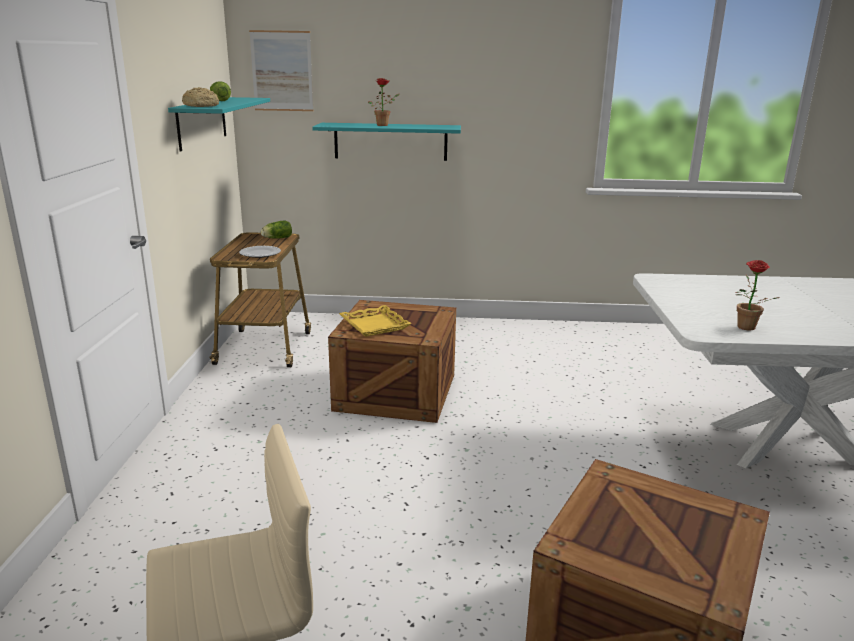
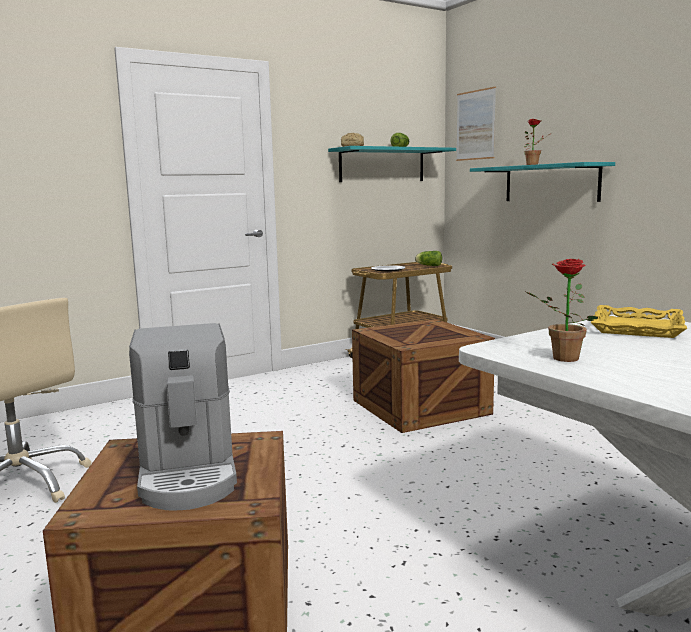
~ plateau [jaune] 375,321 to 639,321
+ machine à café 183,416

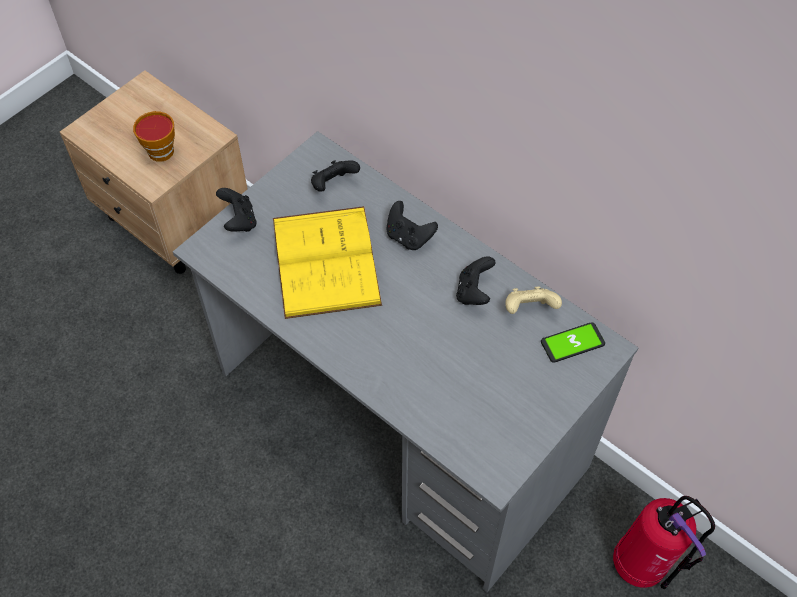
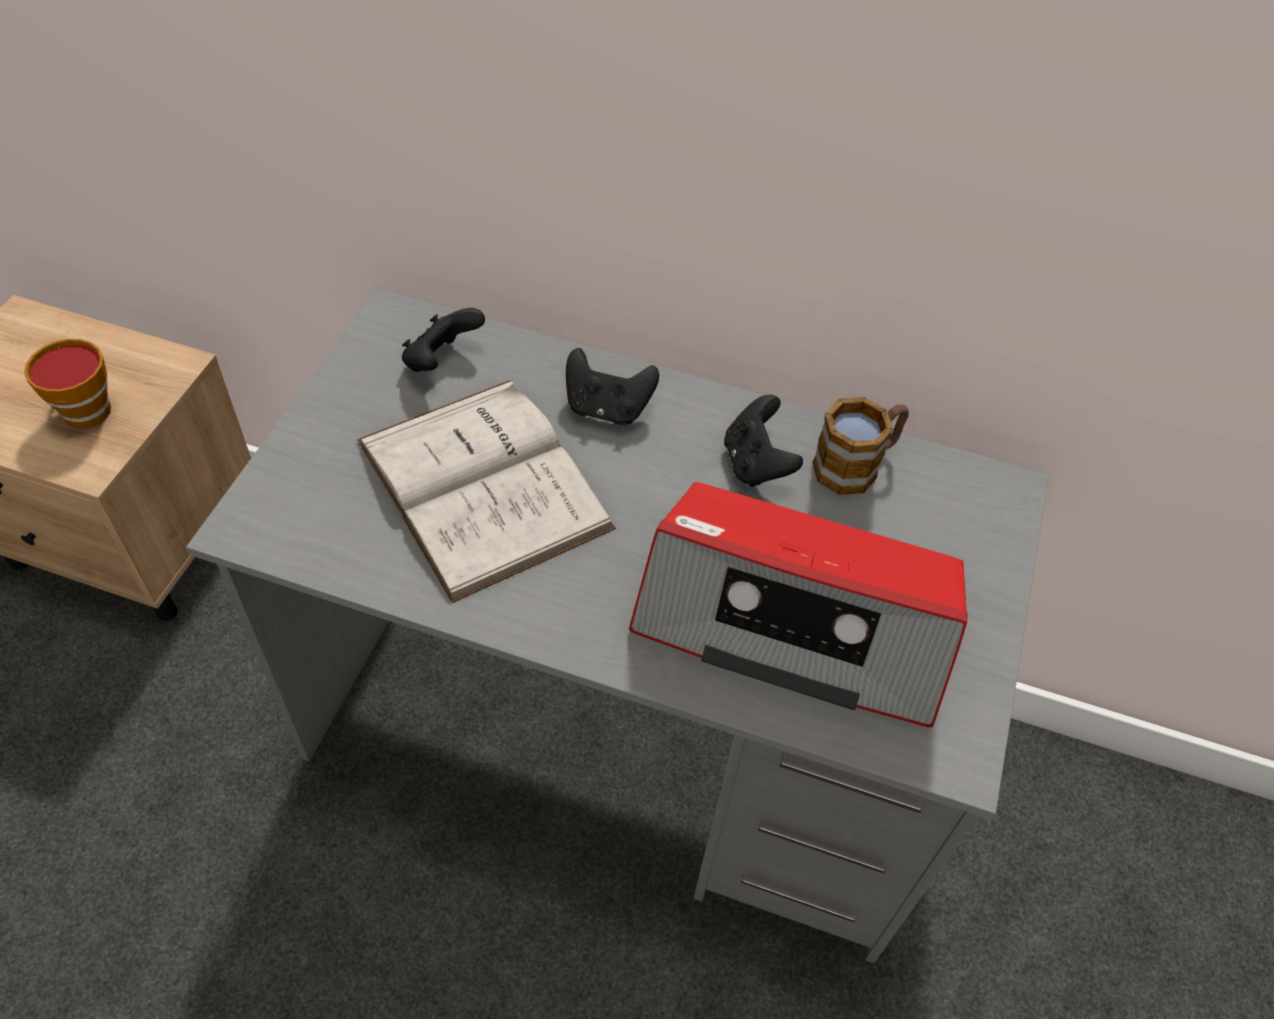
- manette [noir] 236,210
~ livre [jaune] 327,262 to livre [blanc] 486,491
~ manette [beige] 534,300 to mug 860,446
- téléphone 573,342
- extincteur 664,542
+ radio 798,604

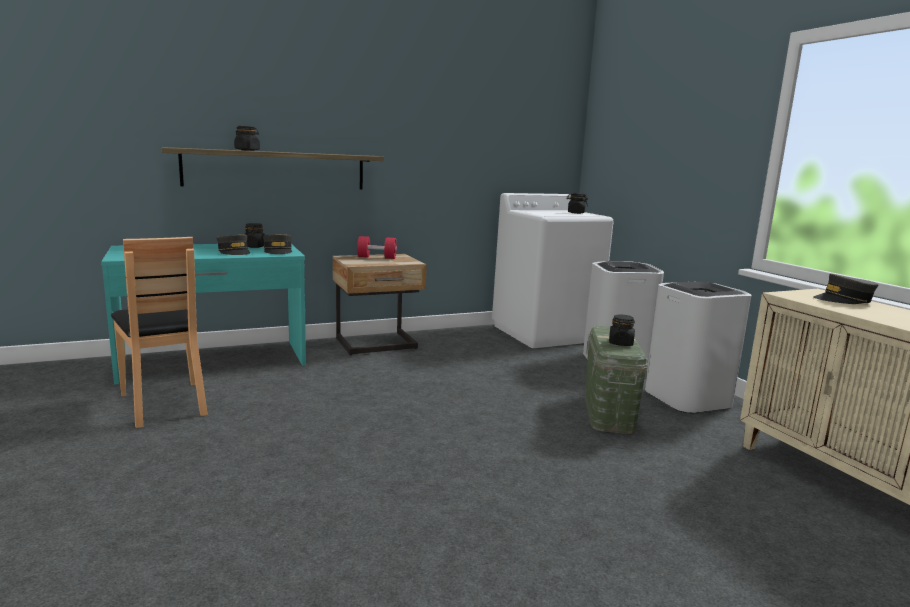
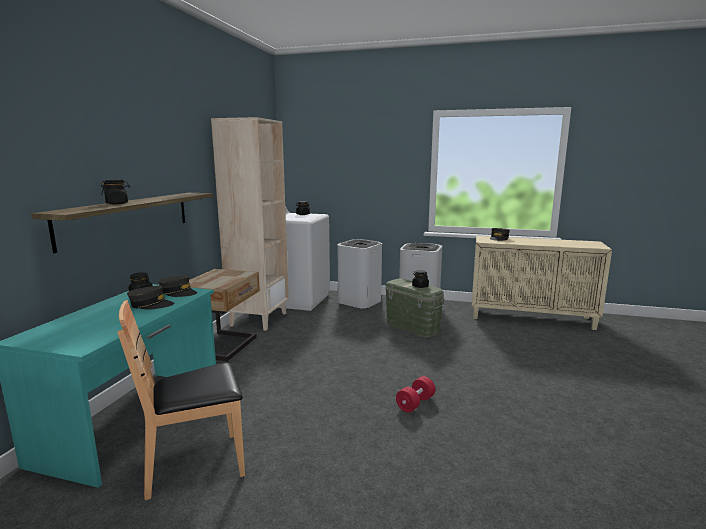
~ chaise [marron] 159,332 = 181,400 150 degrees clockwise
~ haltère [rouge] 377,247 to 415,394
+ bibliothèque [beige] 250,223

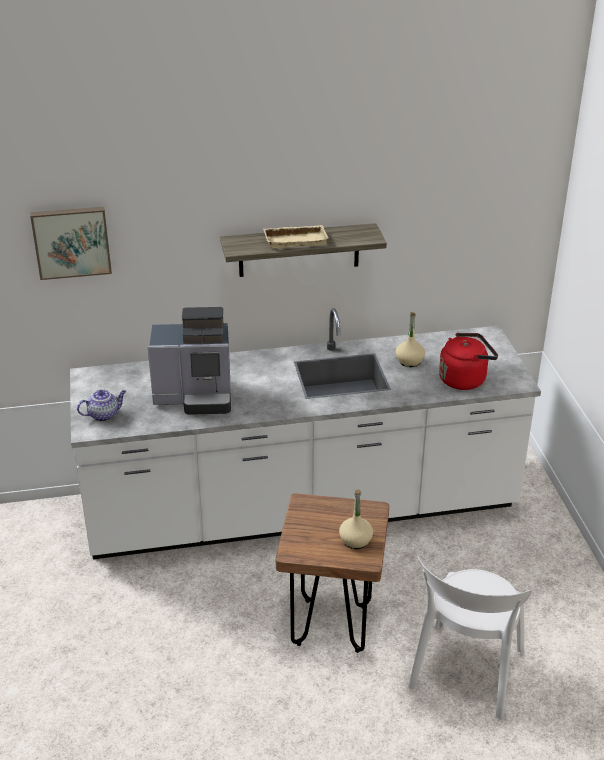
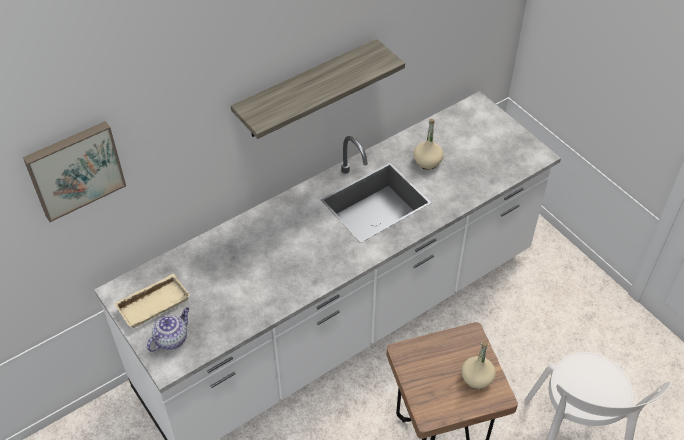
- machine à café 189,361
~ plateau [beige] 296,237 to 152,300
- bouilloire [rouge] 468,361

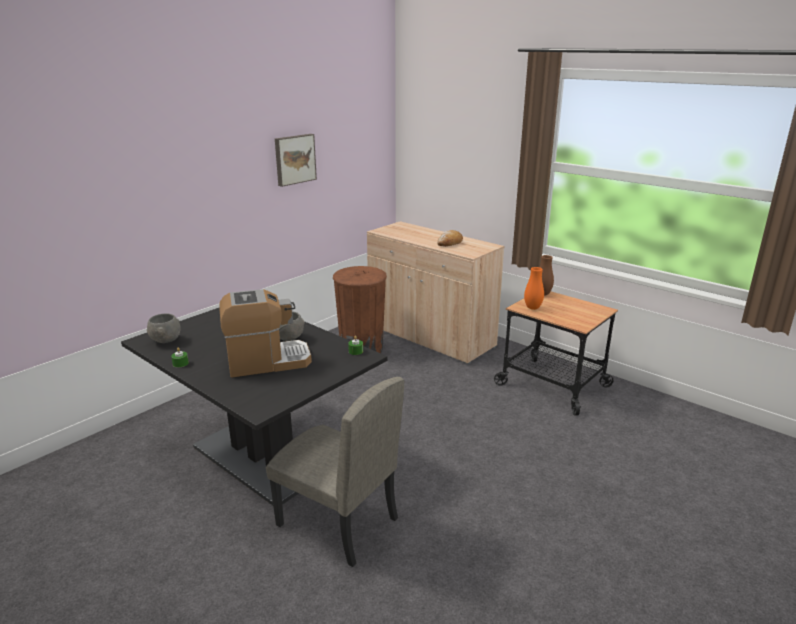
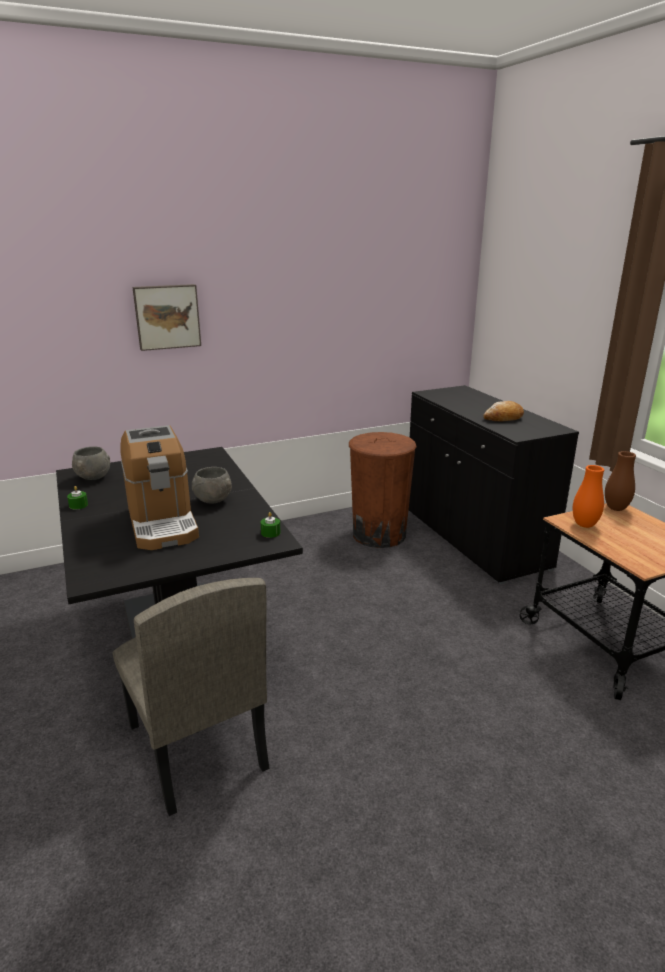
~ machine à café 265,333 = 159,487 60 degrees clockwise
~ tableau 296,160 to 166,317
~ meuble de rangement [beige] 435,292 to meuble de rangement [noir] 494,484

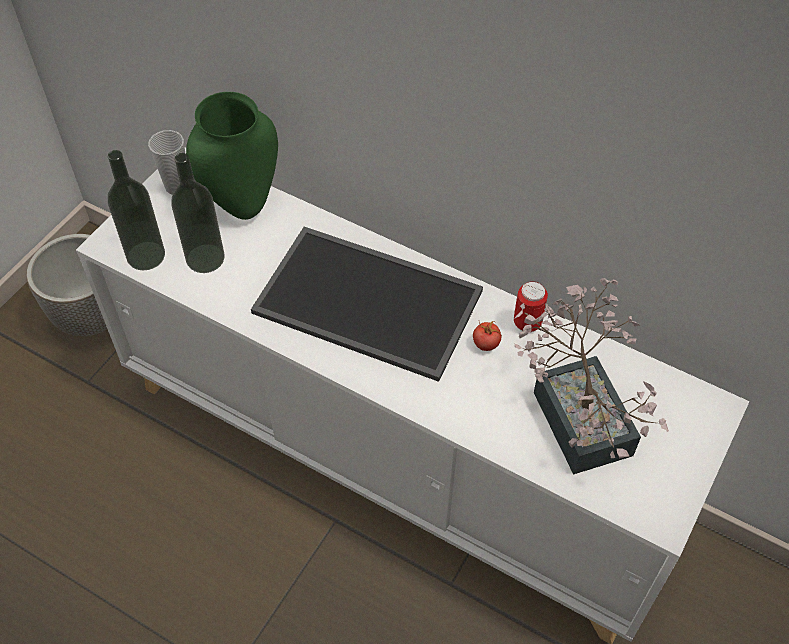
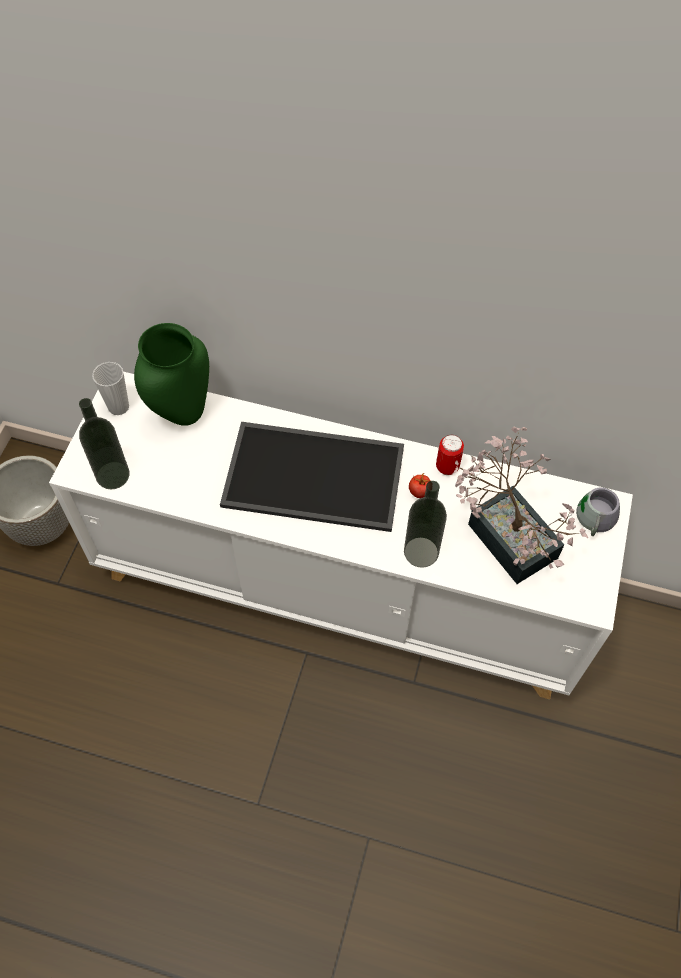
~ bouteille 198,213 to 425,524
+ mug [gris] 591,512

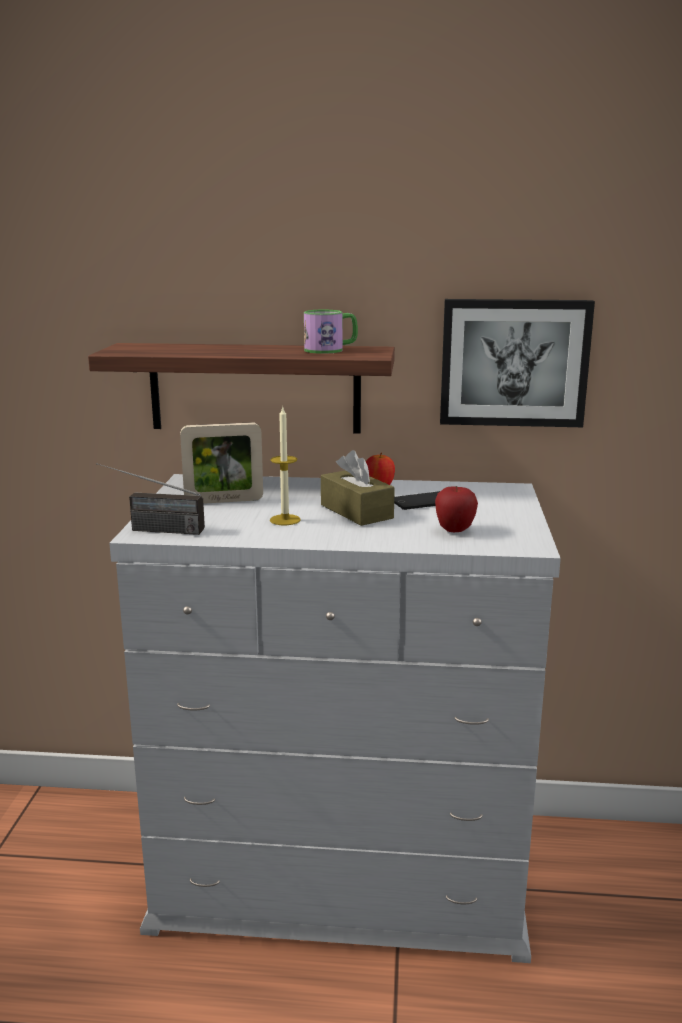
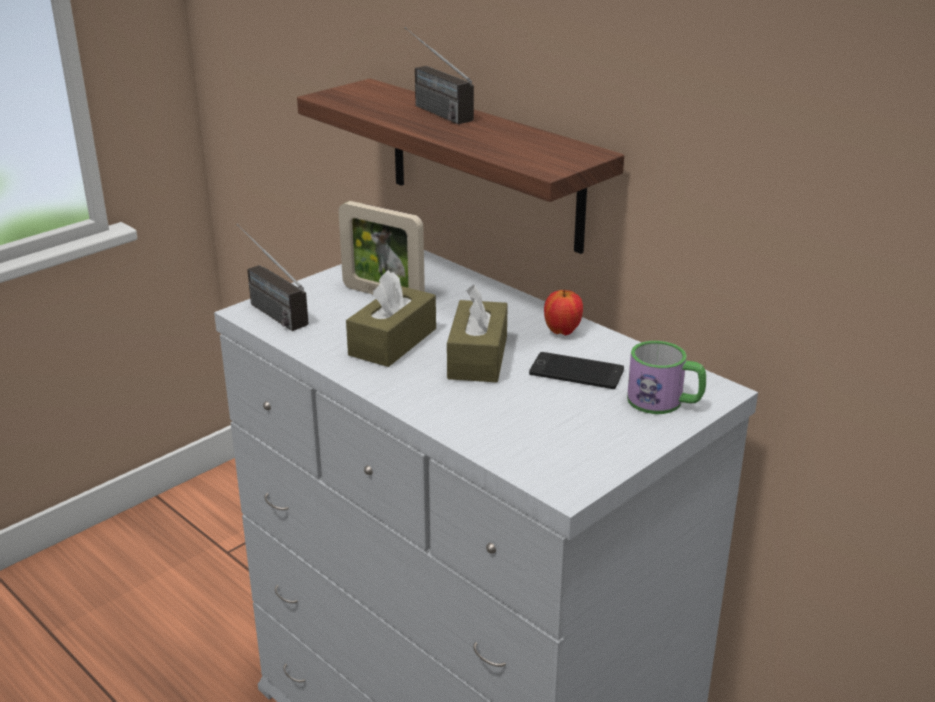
~ bougie 285,466 to boîte à mouchoirs [marron] 391,318
~ mug 331,332 to 666,377
- pomme 456,509
- tableau 517,363
+ radio 439,75

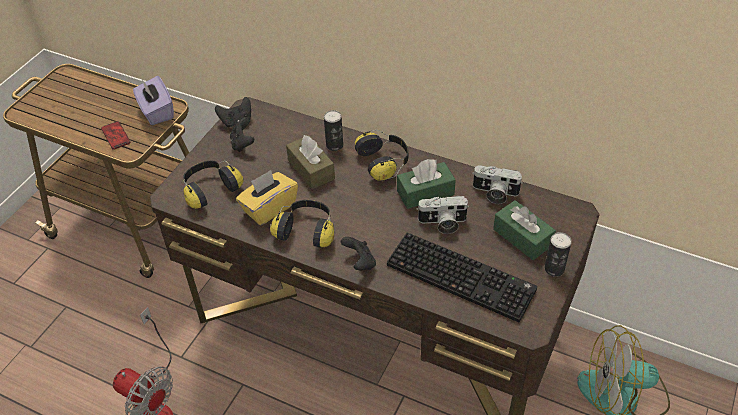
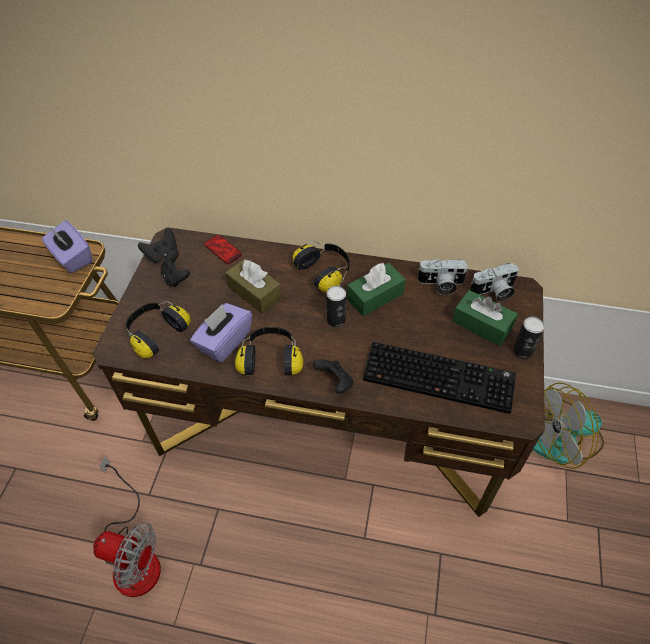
~ téléphone 116,135 to 223,249
~ boîte à mouchoirs [jaune] 267,197 to boîte à mouchoirs [violet] 221,333
~ boîte métallique 333,130 to 336,306
~ appareil photo 442,215 to 494,282

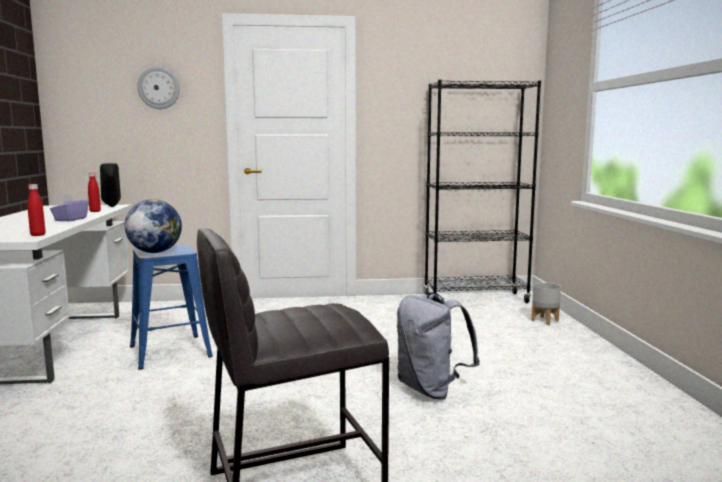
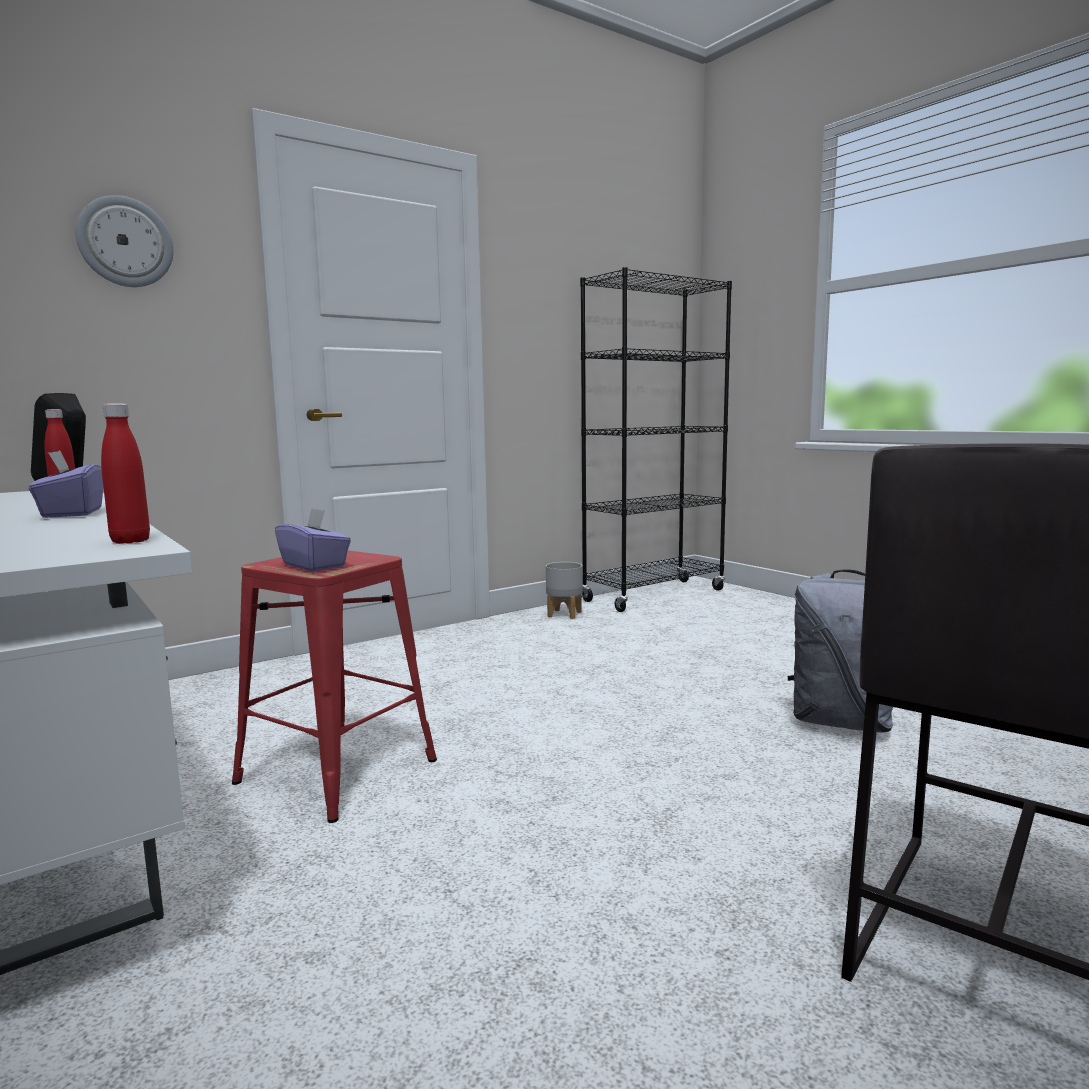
~ globe 153,226 to boîte à mouchoirs [violet] 313,540
~ tabouret [bleu] 171,307 to tabouret [rouge] 334,687
~ cache-pot [gris] 546,303 to 564,590

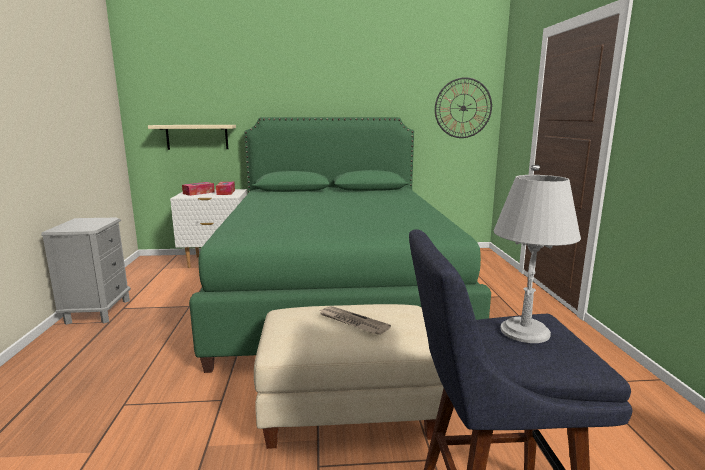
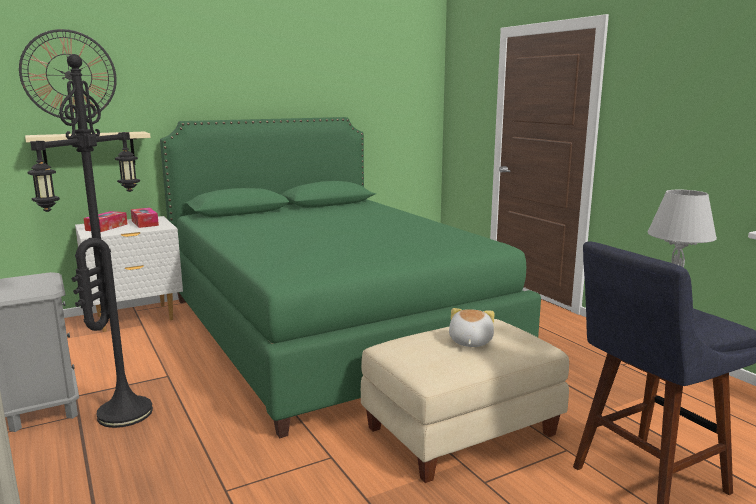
~ journal 355,320 to peluche 472,327
~ horloge murale 463,107 to 68,74
+ lampadaire [noir] 90,241

